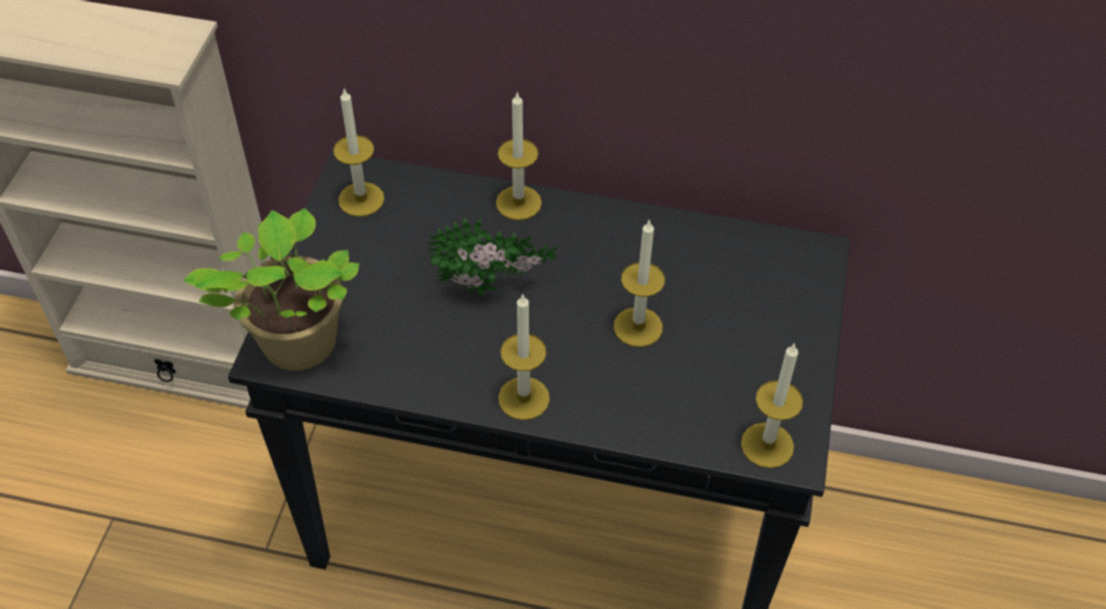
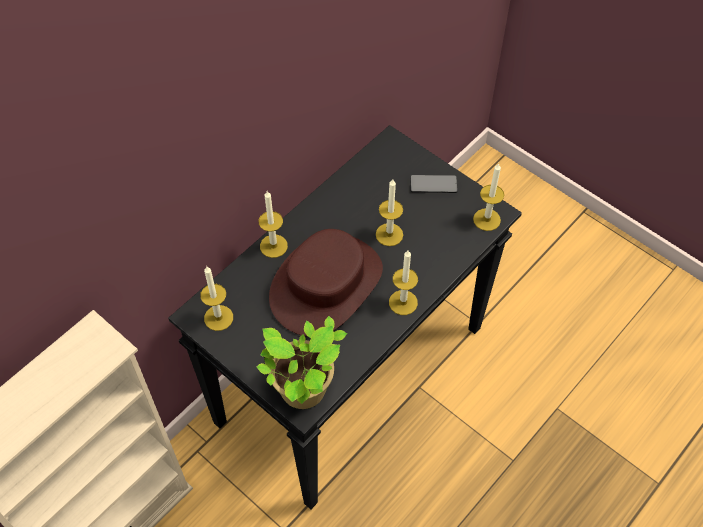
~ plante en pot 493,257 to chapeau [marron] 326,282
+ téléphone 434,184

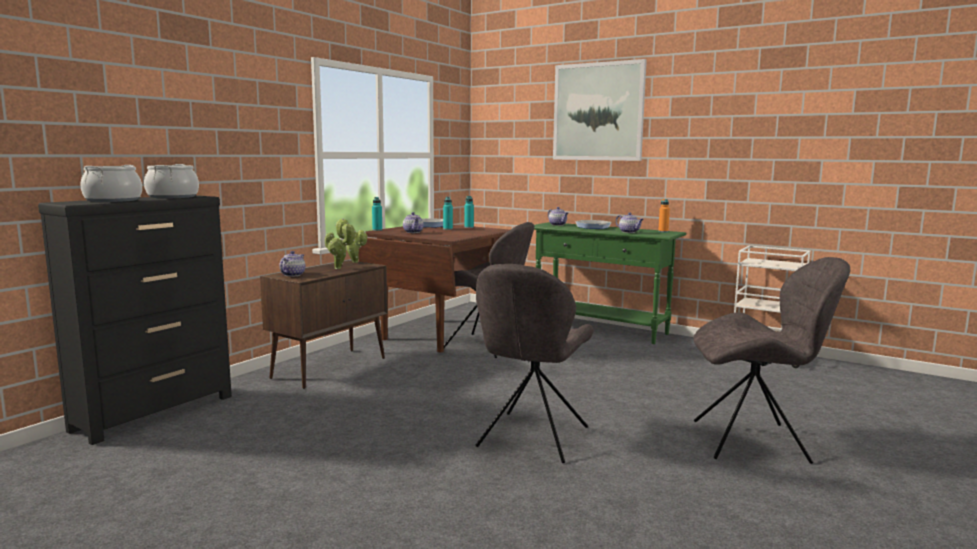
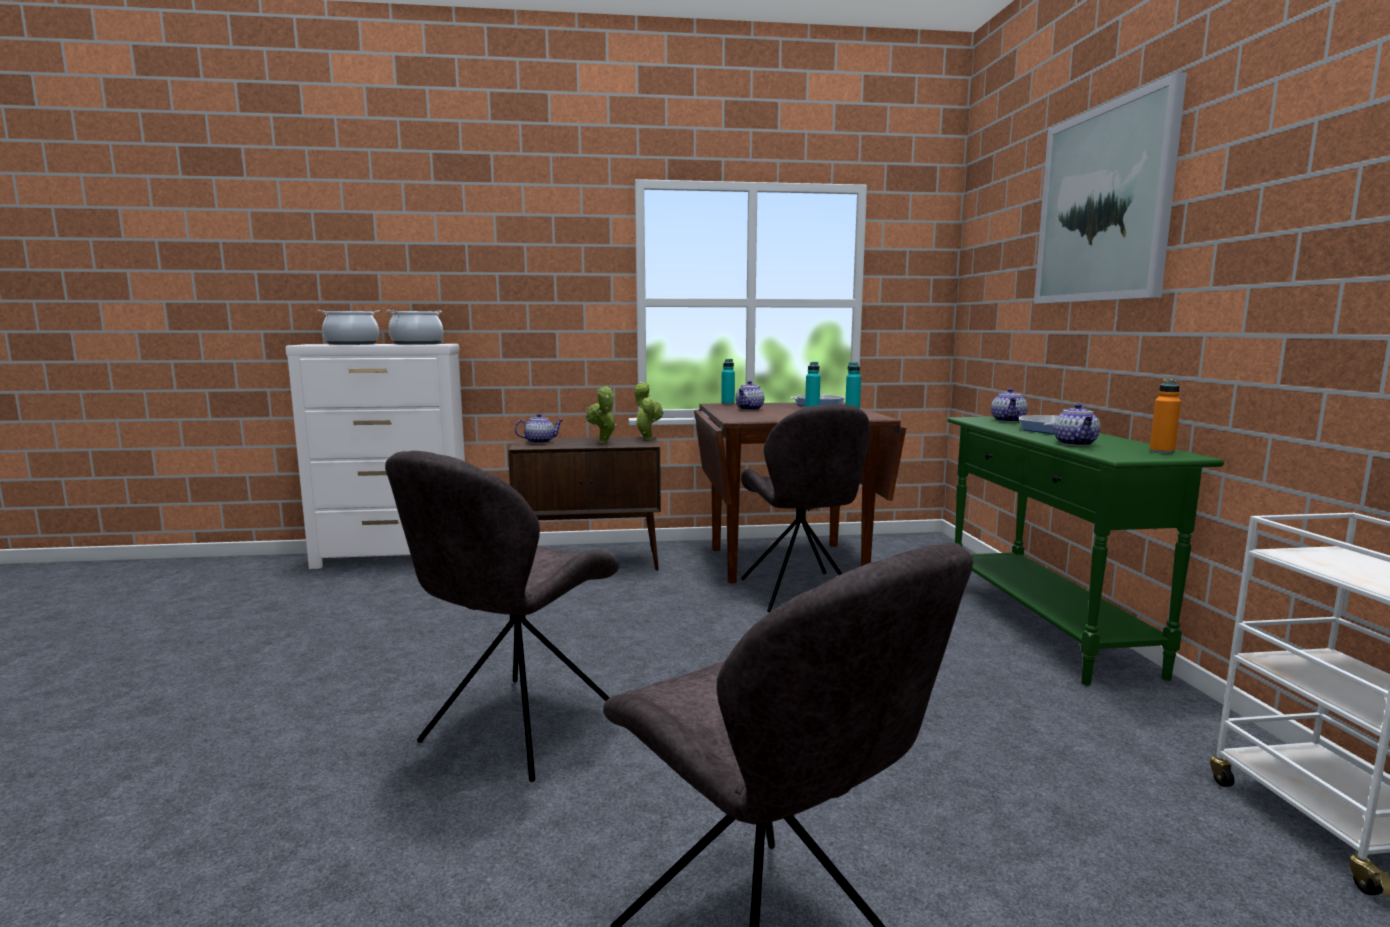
~ commode [noir] 135,320 to commode [blanc] 375,456
~ chaise [gris] 535,363 = 502,616 45 degrees counterclockwise

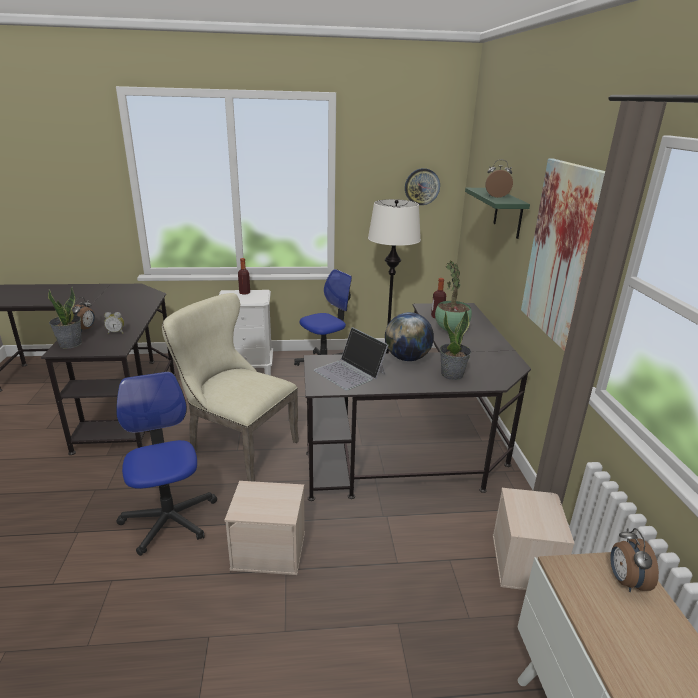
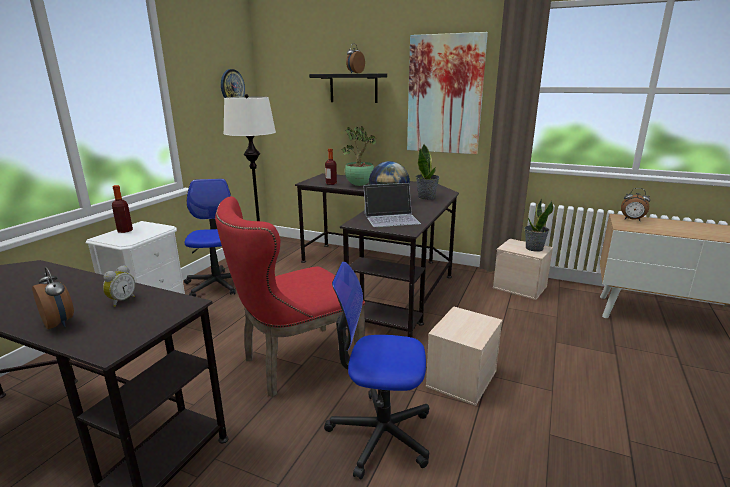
~ plante en pot 65,318 to 539,225
~ chaise [beige] 230,387 to chaise [rouge] 290,296
~ étagère [vert] 497,213 to étagère [noir] 348,88

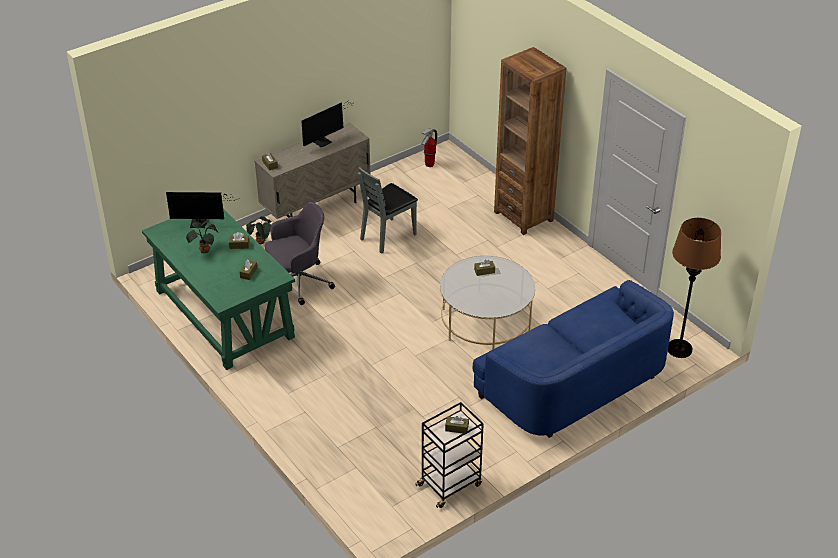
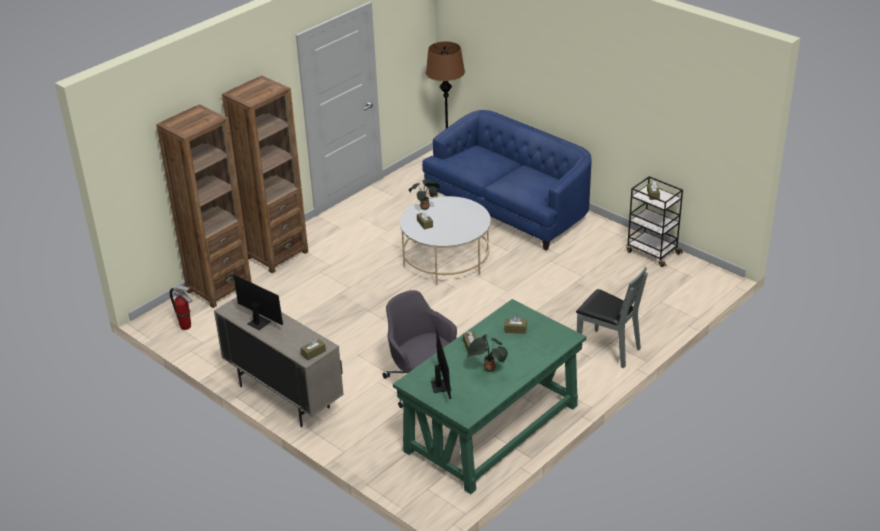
~ plante en pot 259,230 to 424,194
~ chaise [gris] 388,210 to 612,317
+ bibliothèque [marron] 204,206

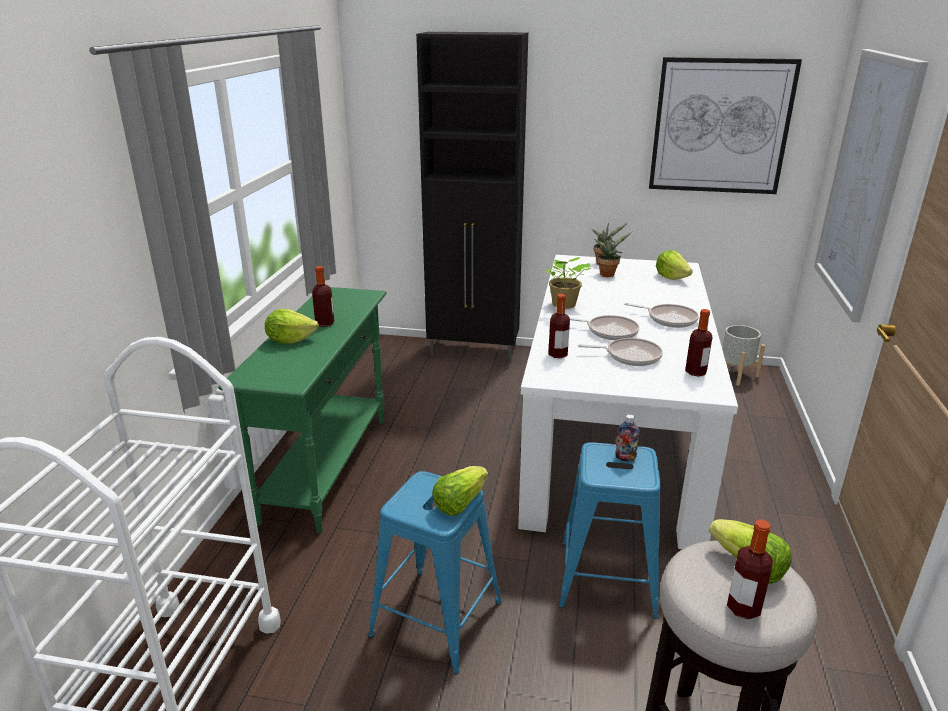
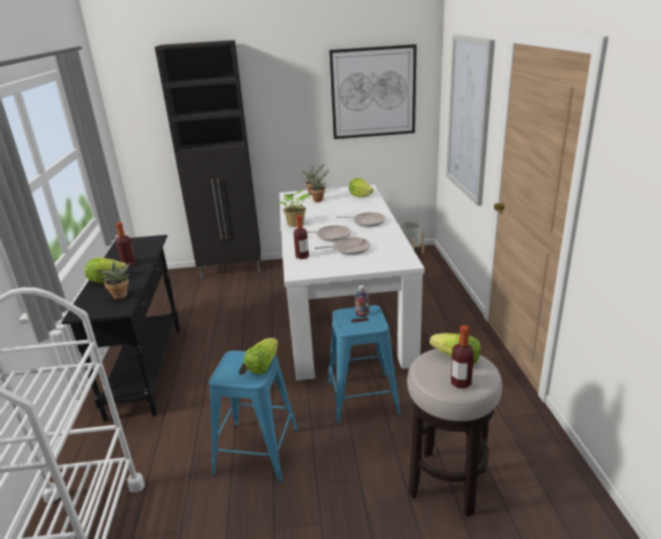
~ table console [vert] 302,410 to table console [noir] 120,328
- bouteille 699,343
+ plante en pot 115,280

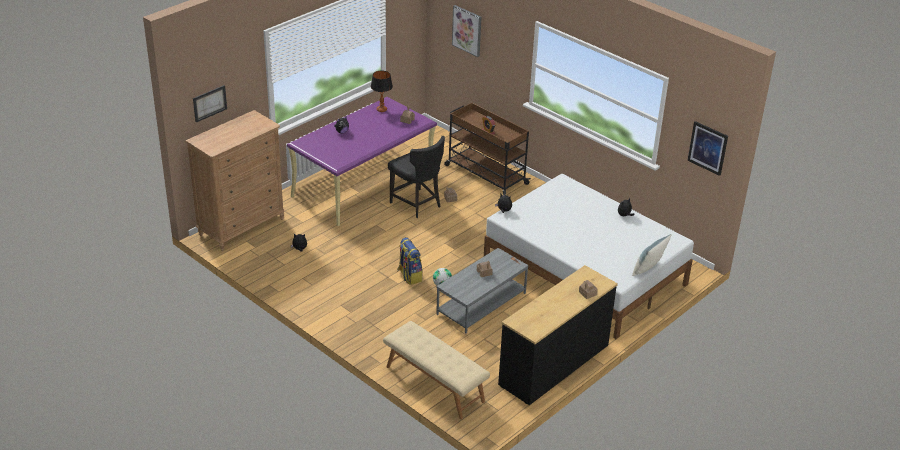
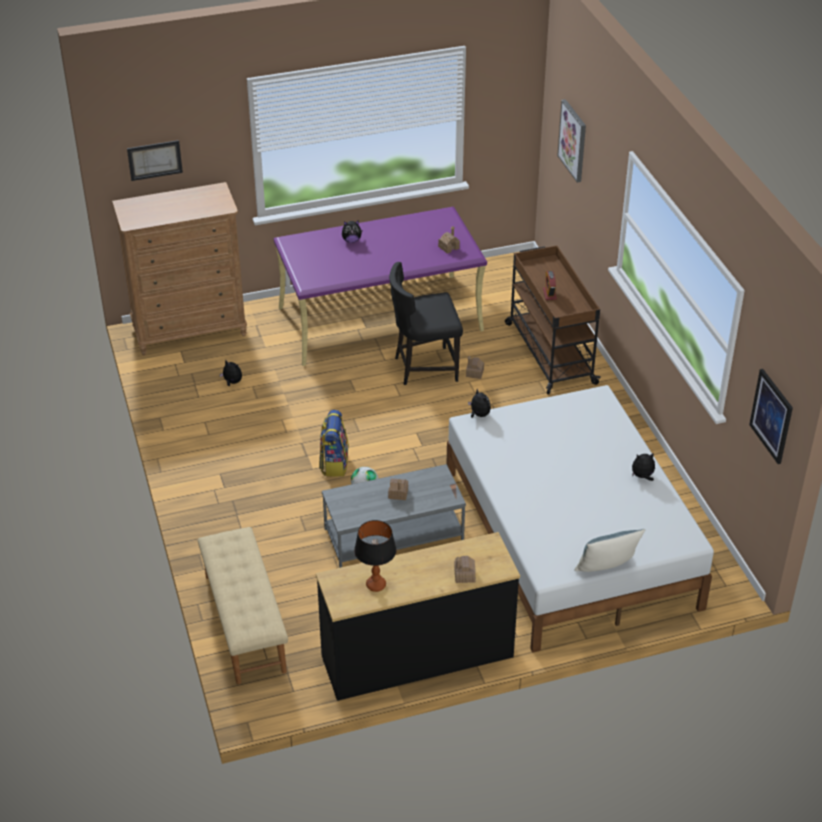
~ lampe de table 382,91 to 375,556
~ chaise [noir] 416,177 = 426,323 90 degrees clockwise

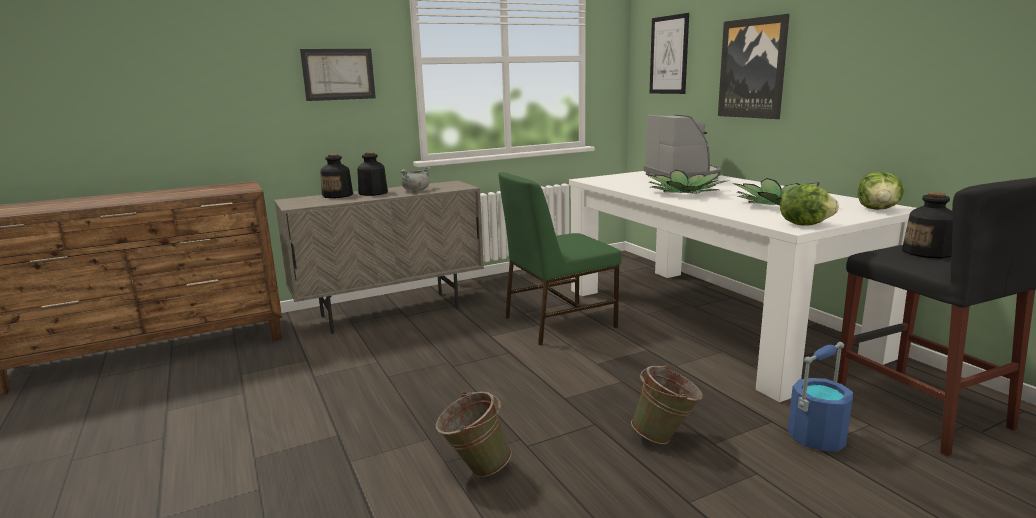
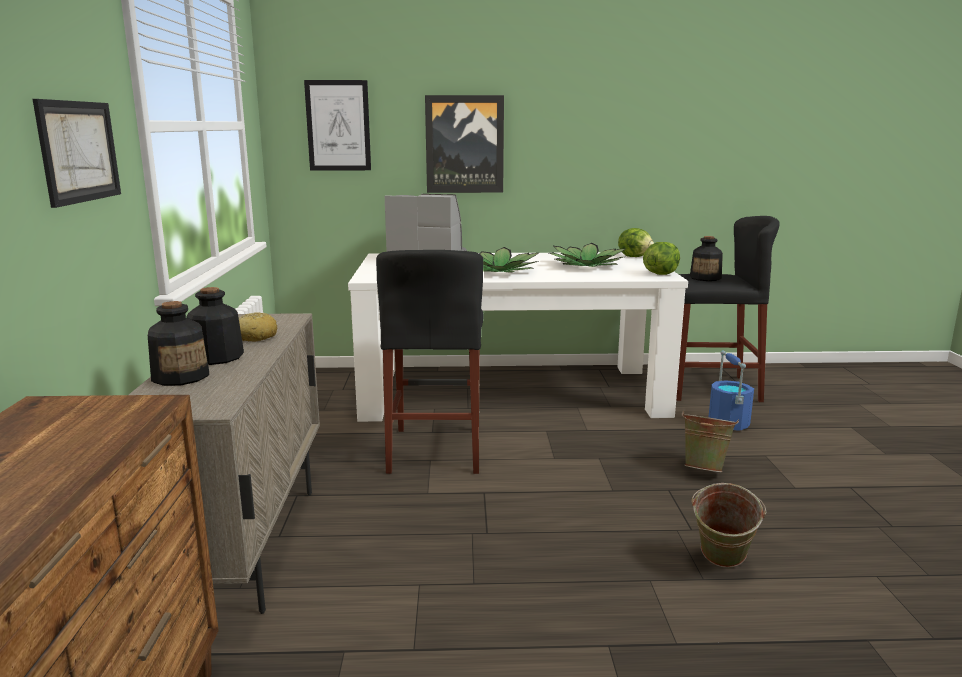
~ marmite [gris] 415,178 to pain 258,327
~ chaise [vert] 560,258 to tabouret [noir] 430,362

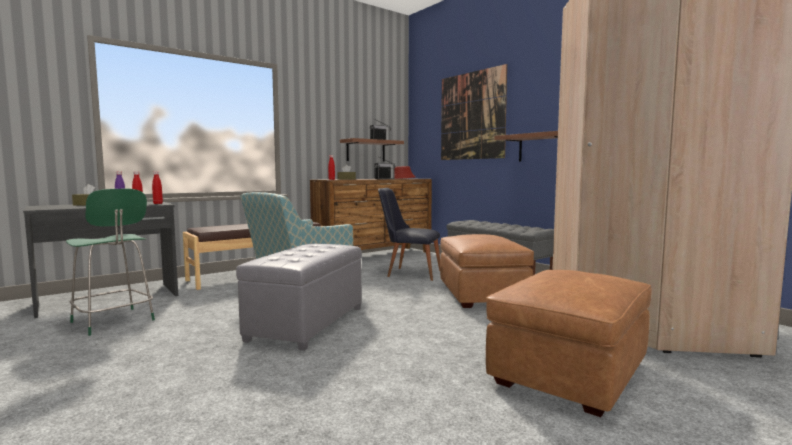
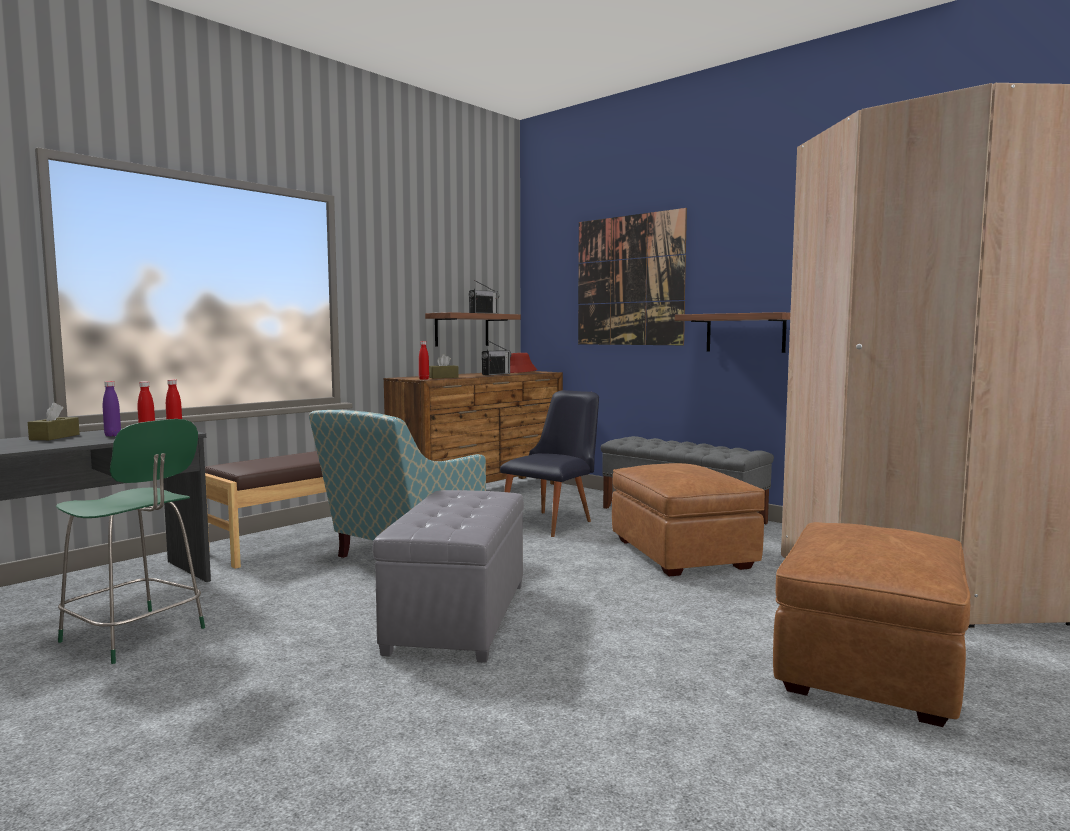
~ chaise [noir] 409,234 = 549,463 120 degrees clockwise

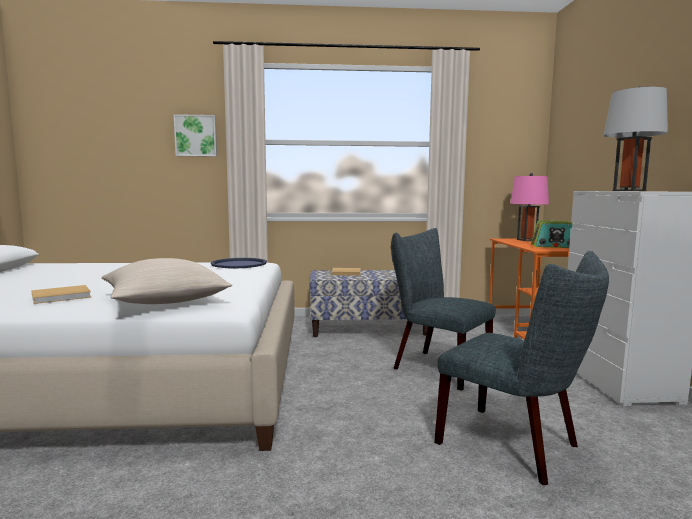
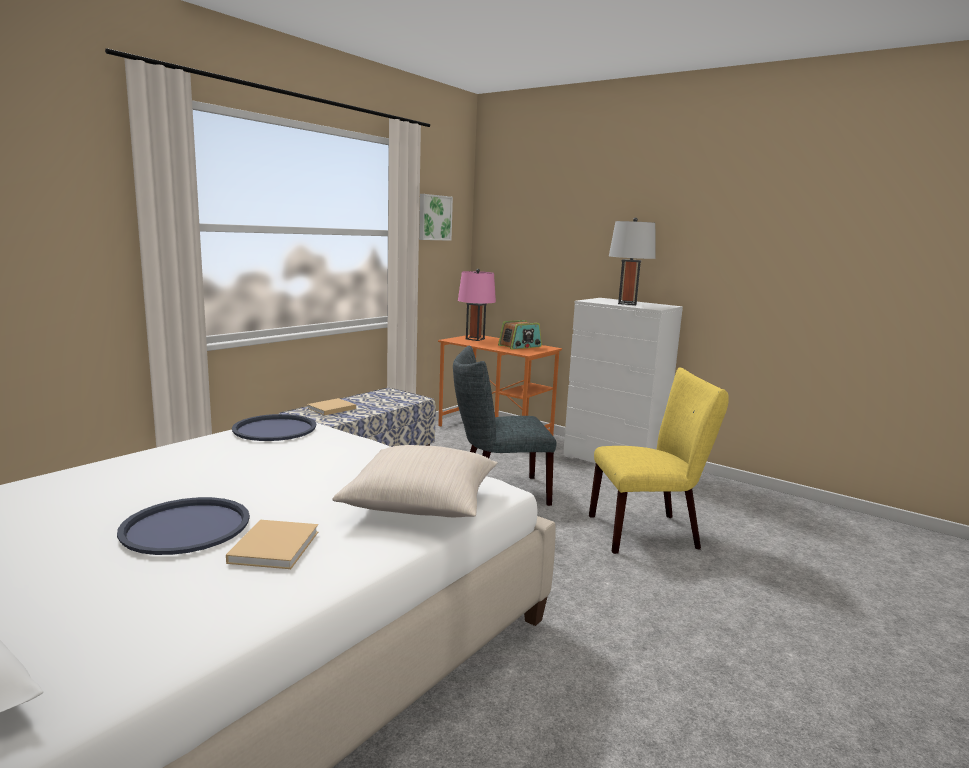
~ tableau 195,135 to 436,217
~ chaise [gris] 521,368 to chaise [jaune] 659,461
+ plateau [bleu] 183,526

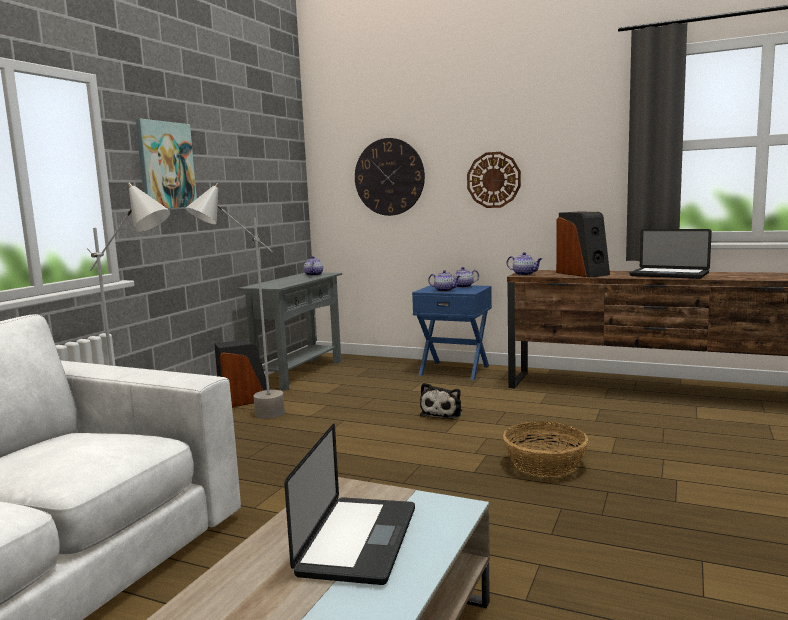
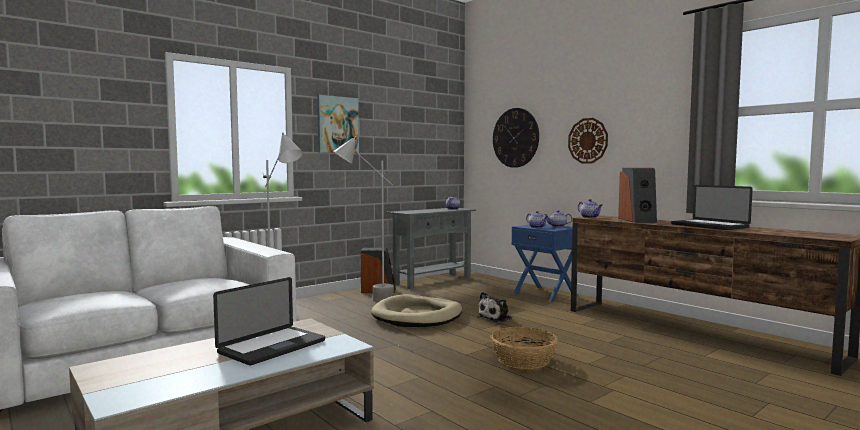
+ panier pour chien [beige] 416,310

